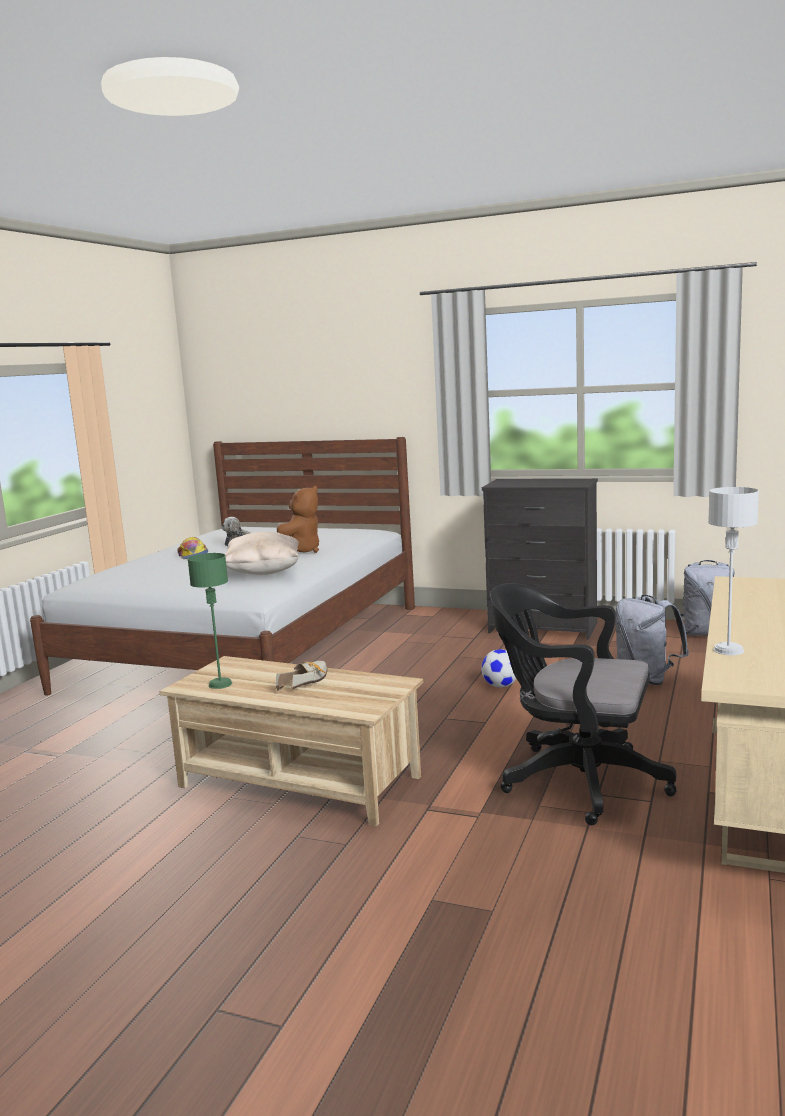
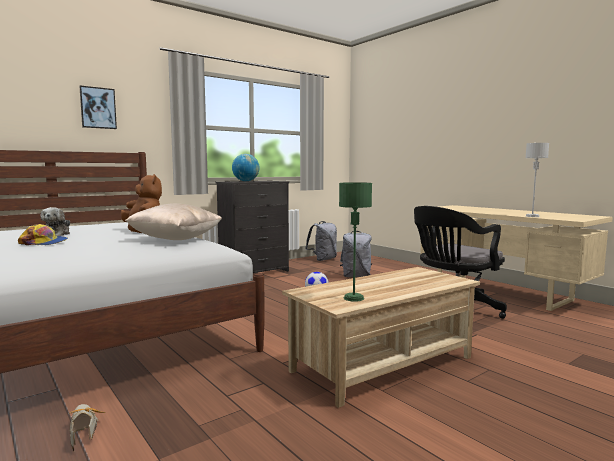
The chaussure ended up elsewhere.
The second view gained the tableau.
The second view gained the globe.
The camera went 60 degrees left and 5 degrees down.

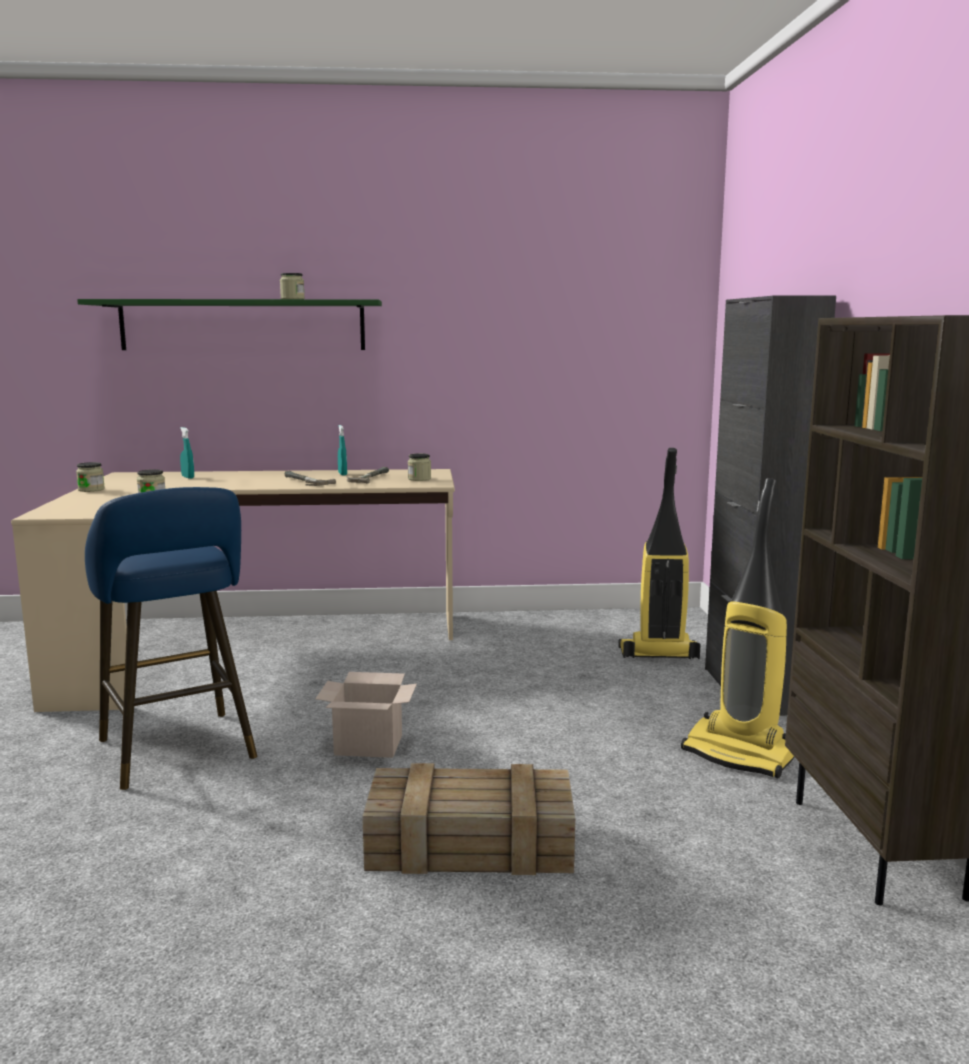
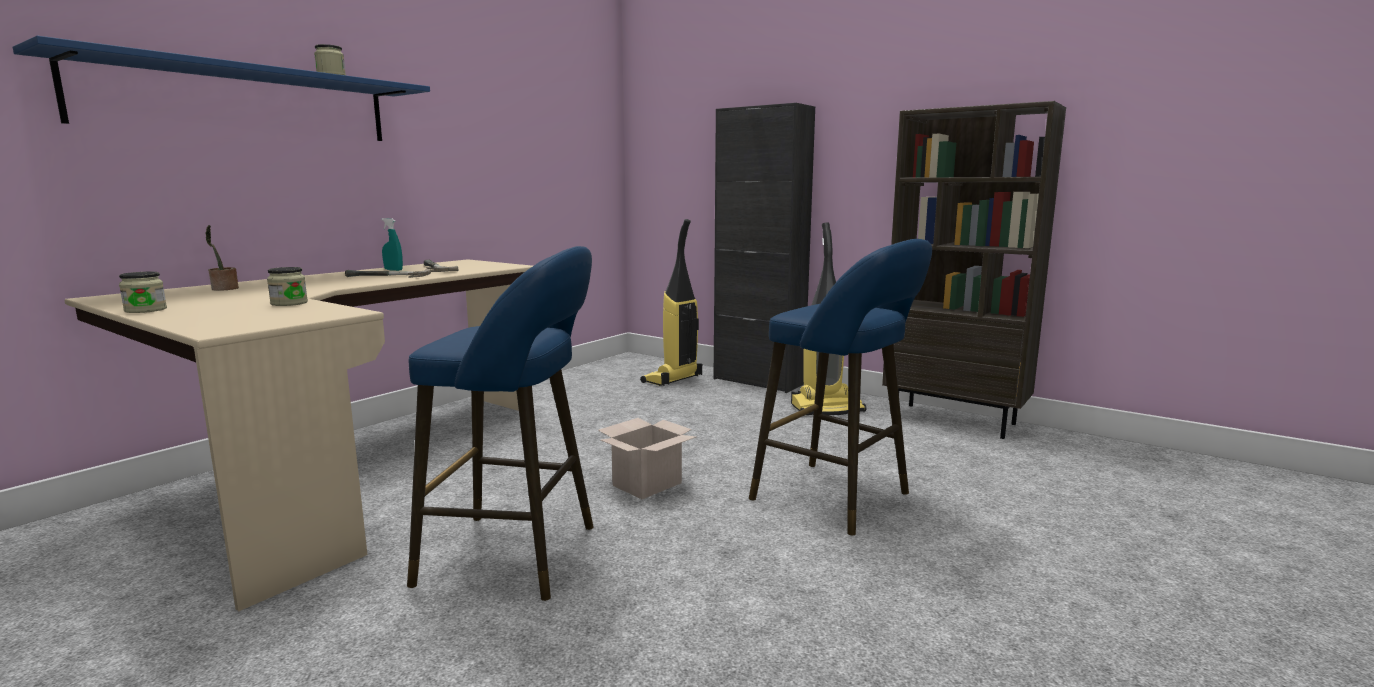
What was the étagère [vert] turned into the étagère [bleu].
Where the vaporisateur [turquoise] (no. 1 from left) stood, the plante en pot came to stand.
Where the caisse stood, the tabouret [bleu] (no. 2 from left) came to stand.
The second view lost the bocal (no. 4 from left).
The camera went 50 degrees left and 0 degrees up.

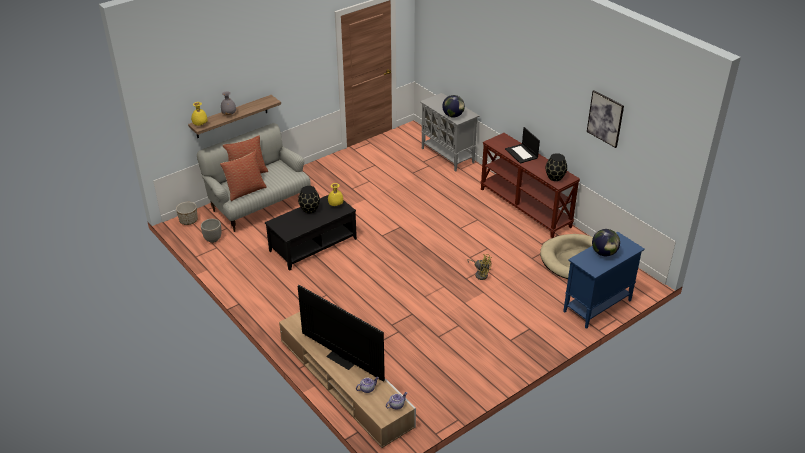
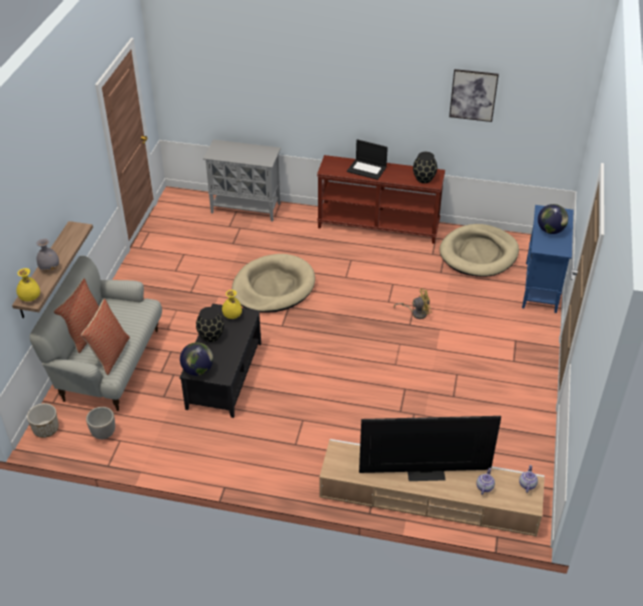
The globe (no. 1 from left) ended up elsewhere.
The second view gained the panier pour chien [beige] (no. 1 from left).
The camera went 40 degrees left and 5 degrees up.

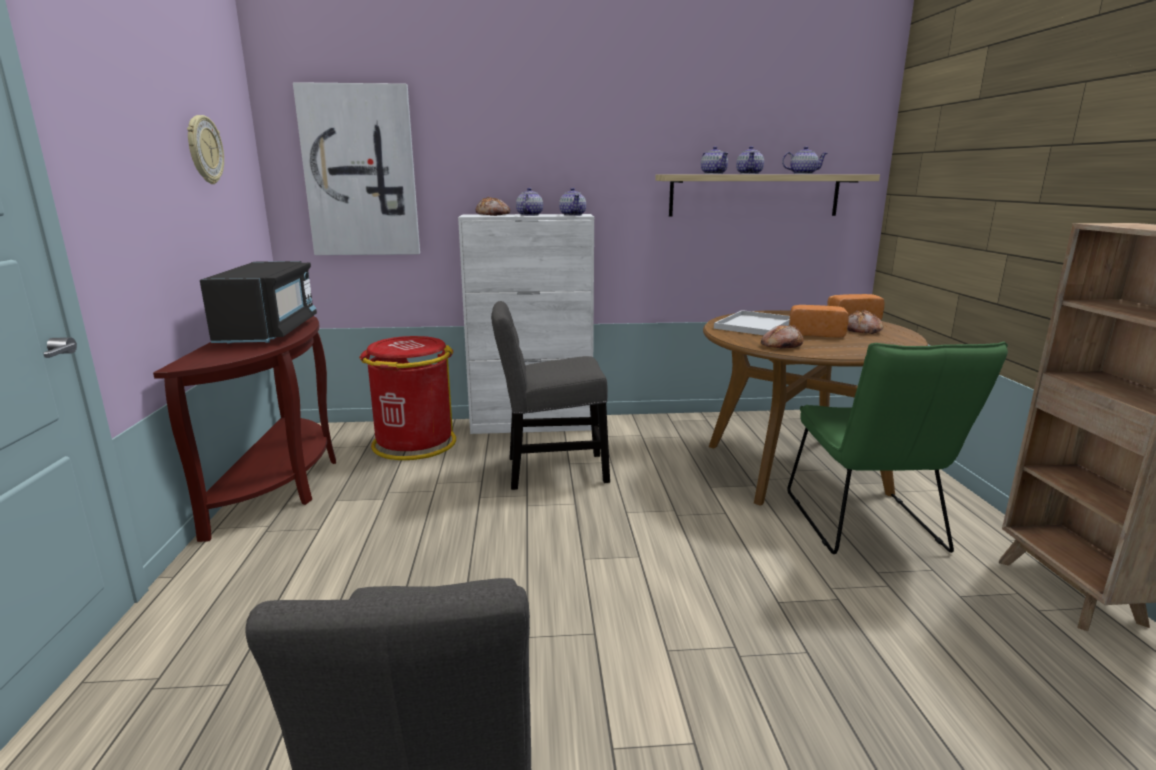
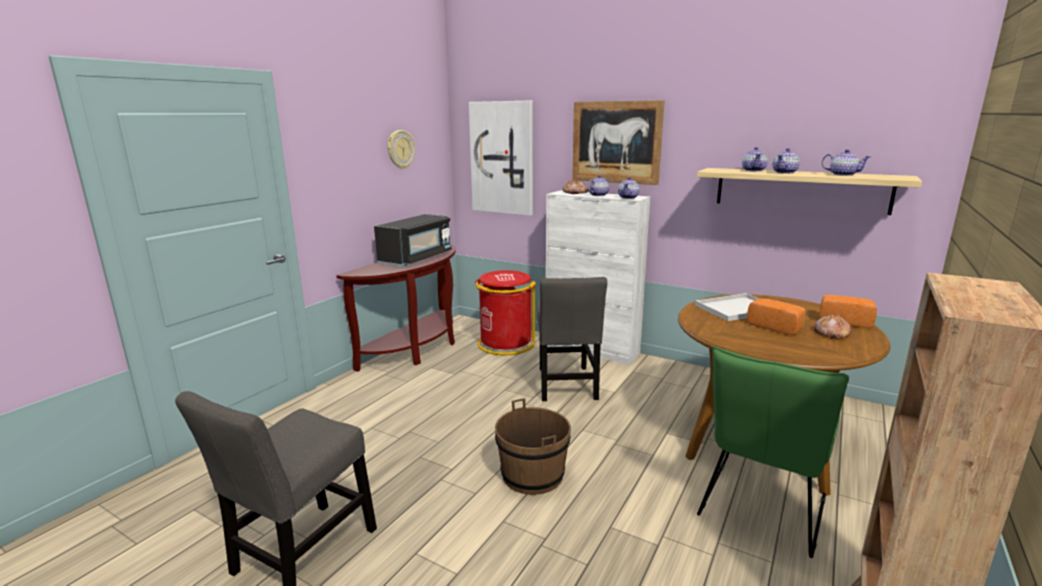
The chaise [gris] (no. 2 from left) ended up facing another way, 120 degrees counterclockwise from before.
The second view lost the pain (no. 2 from left).
The second view gained the seau [marron].
The second view gained the tableau (no. 2 from left).
The camera went 35 degrees right and 0 degrees up.

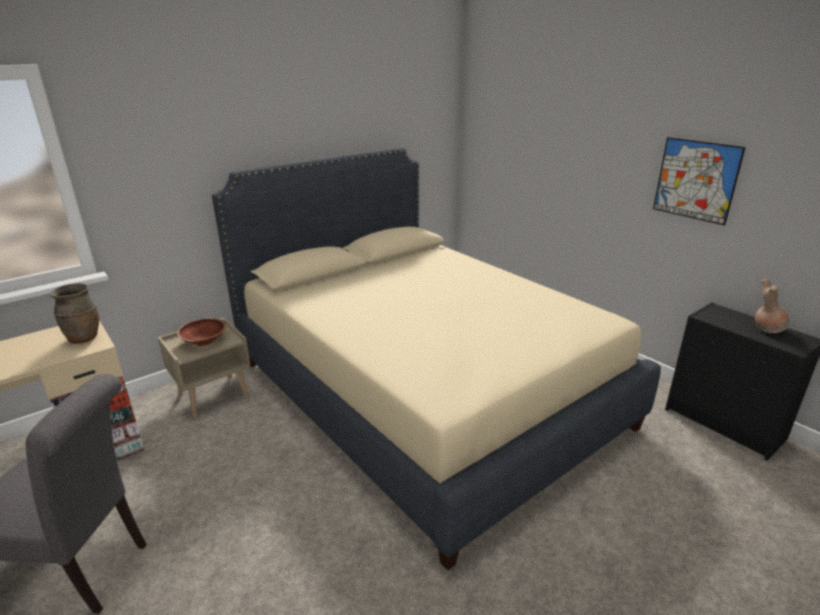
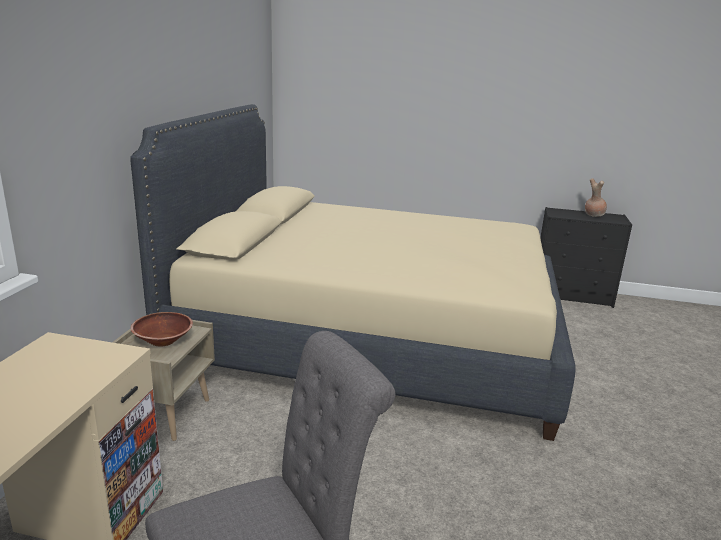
The second view lost the vase [marron] (no. 1 from left).
The second view lost the tableau.
The camera went 40 degrees left and 5 degrees down.

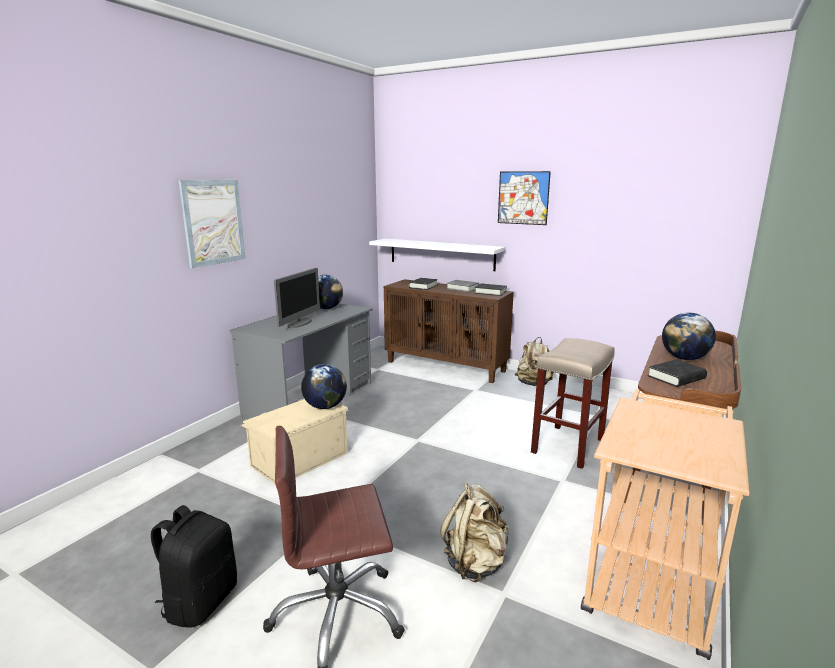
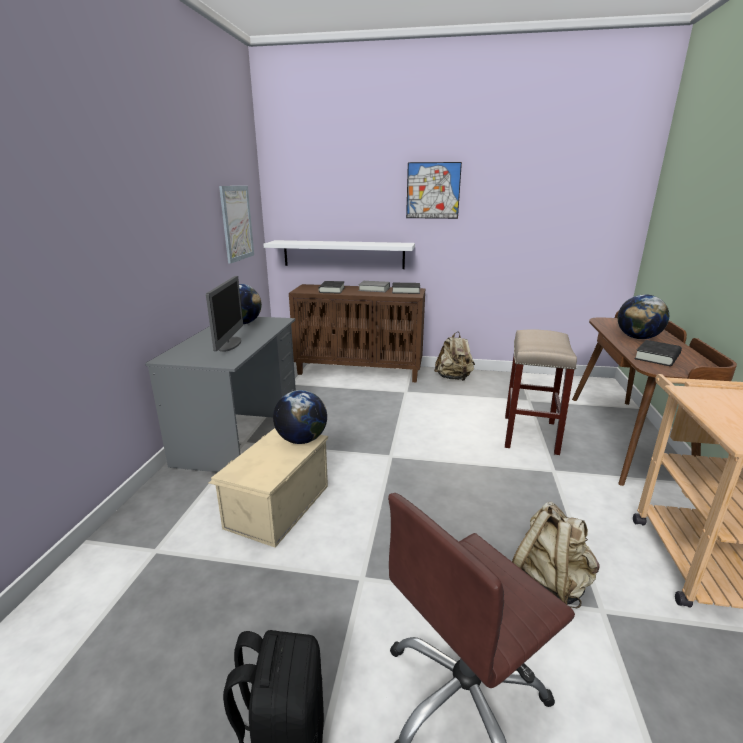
The tableau (no. 1 from left) ended up elsewhere.
The camera went 20 degrees left and 5 degrees up.

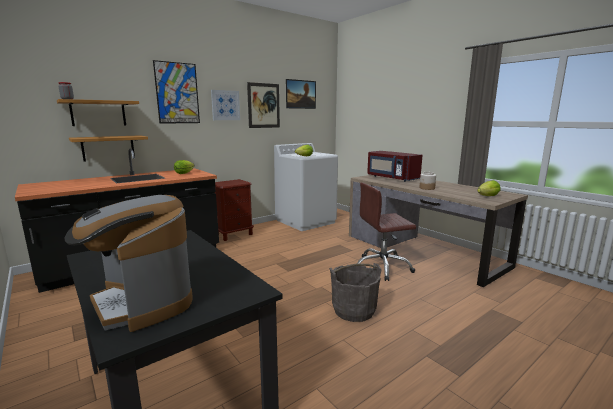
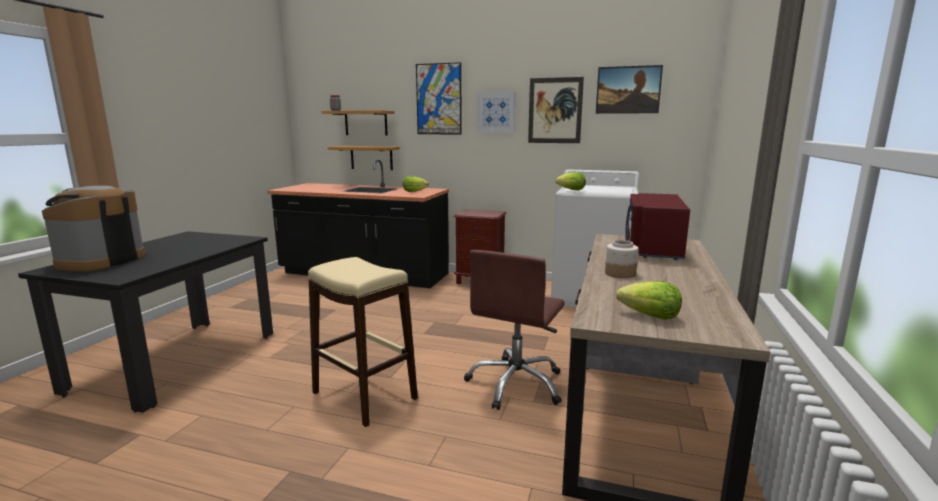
Where the seau [gris] stood, the tabouret [beige] came to stand.
The chaise de bureau [marron] ended up facing another way, 105 degrees counterclockwise from before.
The camera went 55 degrees right and 0 degrees up.

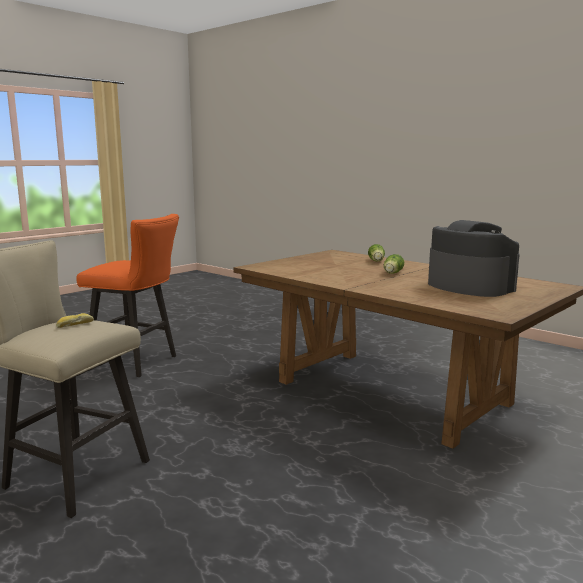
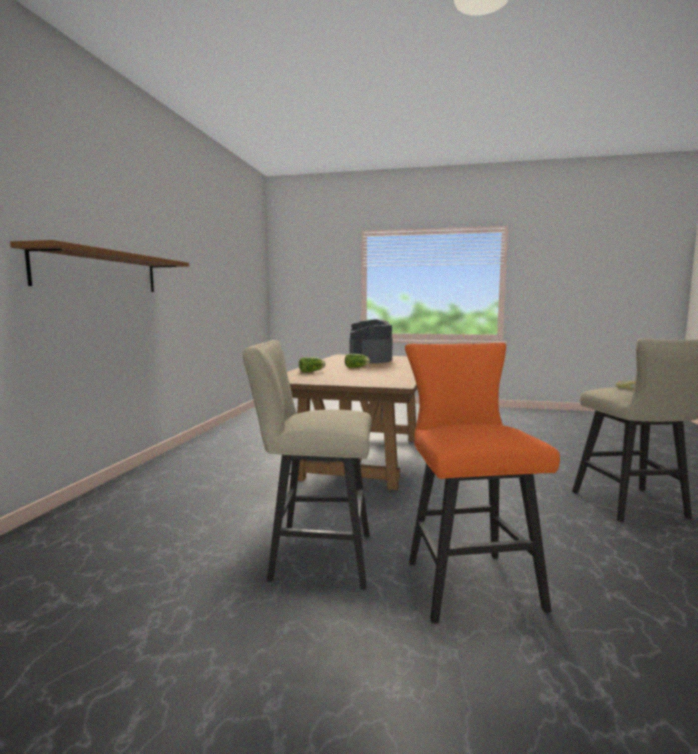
The second view gained the étagère [marron].
The second view gained the tabouret [beige] (no. 1 from left).
The camera went 120 degrees left and 5 degrees down.

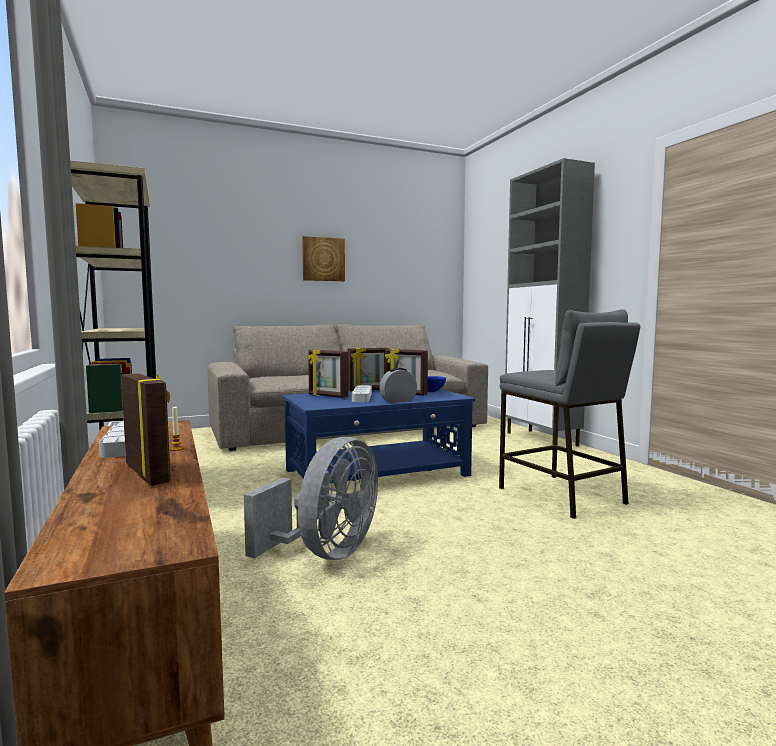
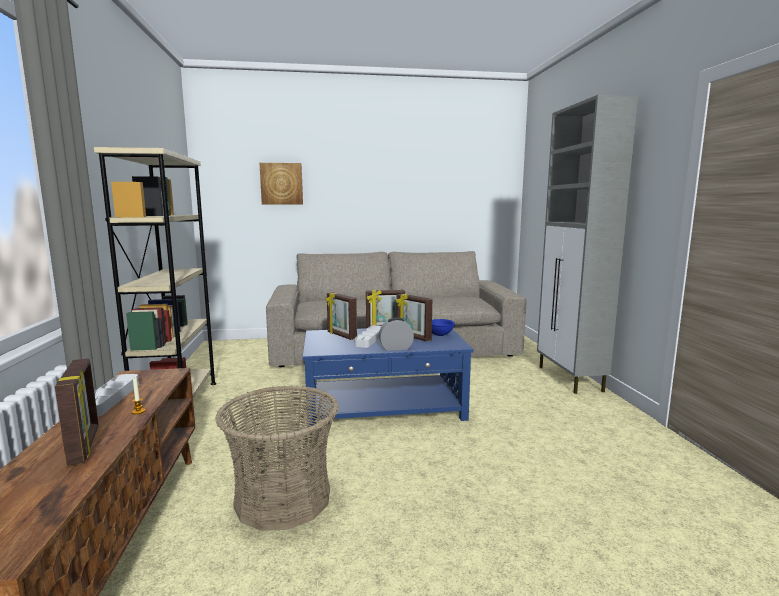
Where the ventilateur [gris] stood, the panier came to stand.
The tableau ended up elsewhere.
The second view lost the tabouret [gris].
The camera went 15 degrees right and 5 degrees up.

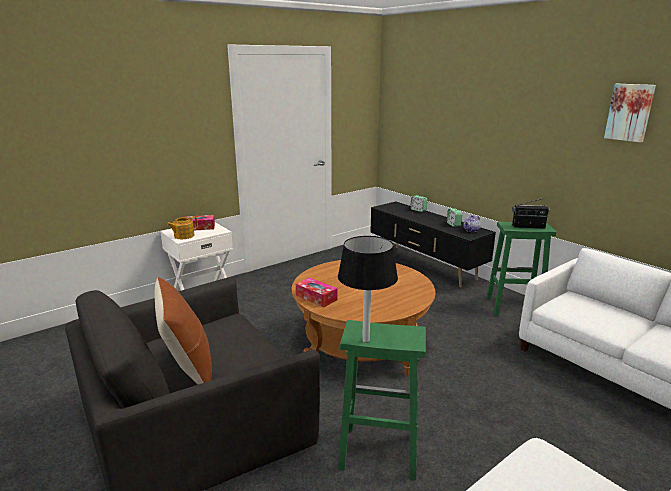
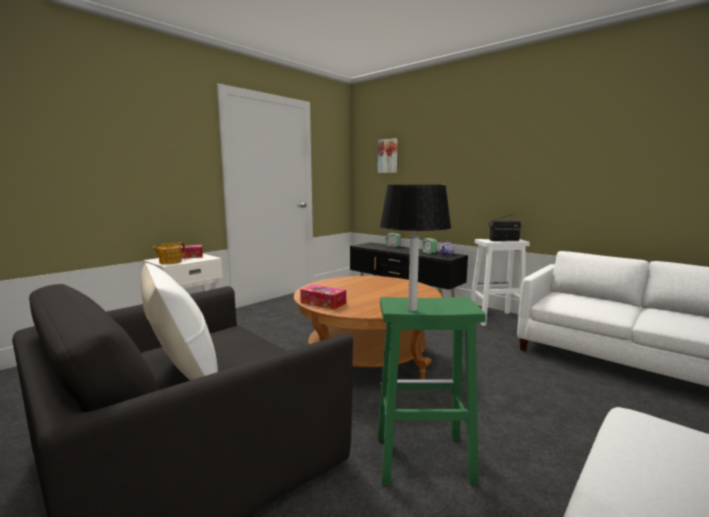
What was the coussin [marron] turned into the coussin [blanc].
What was the tabouret [vert] (no. 2 from left) turned into the tabouret [blanc].
The tableau ended up elsewhere.
The camera went 10 degrees left and 10 degrees down.

